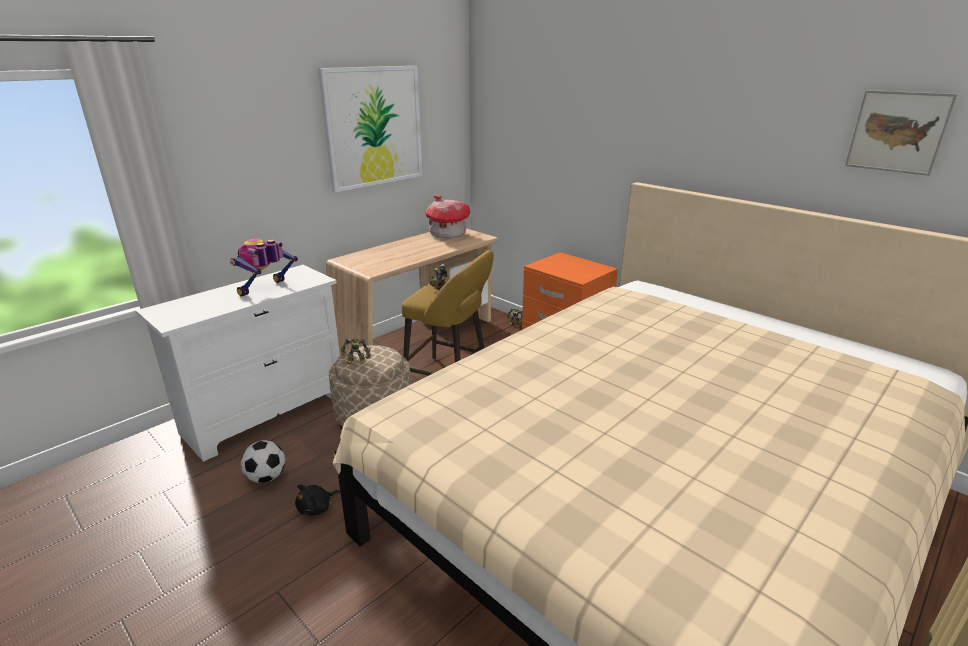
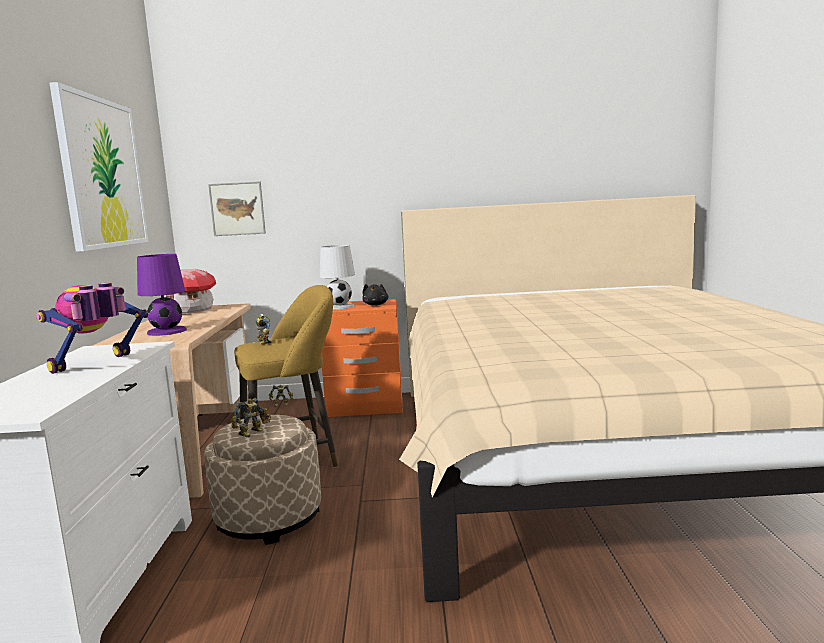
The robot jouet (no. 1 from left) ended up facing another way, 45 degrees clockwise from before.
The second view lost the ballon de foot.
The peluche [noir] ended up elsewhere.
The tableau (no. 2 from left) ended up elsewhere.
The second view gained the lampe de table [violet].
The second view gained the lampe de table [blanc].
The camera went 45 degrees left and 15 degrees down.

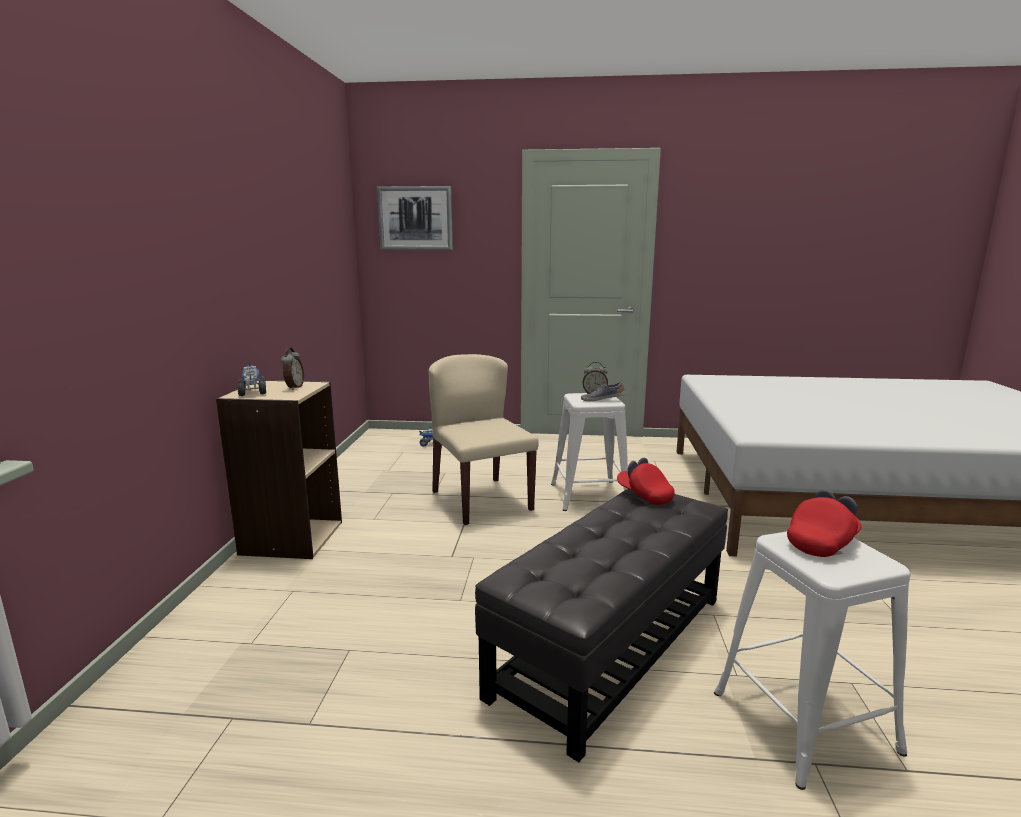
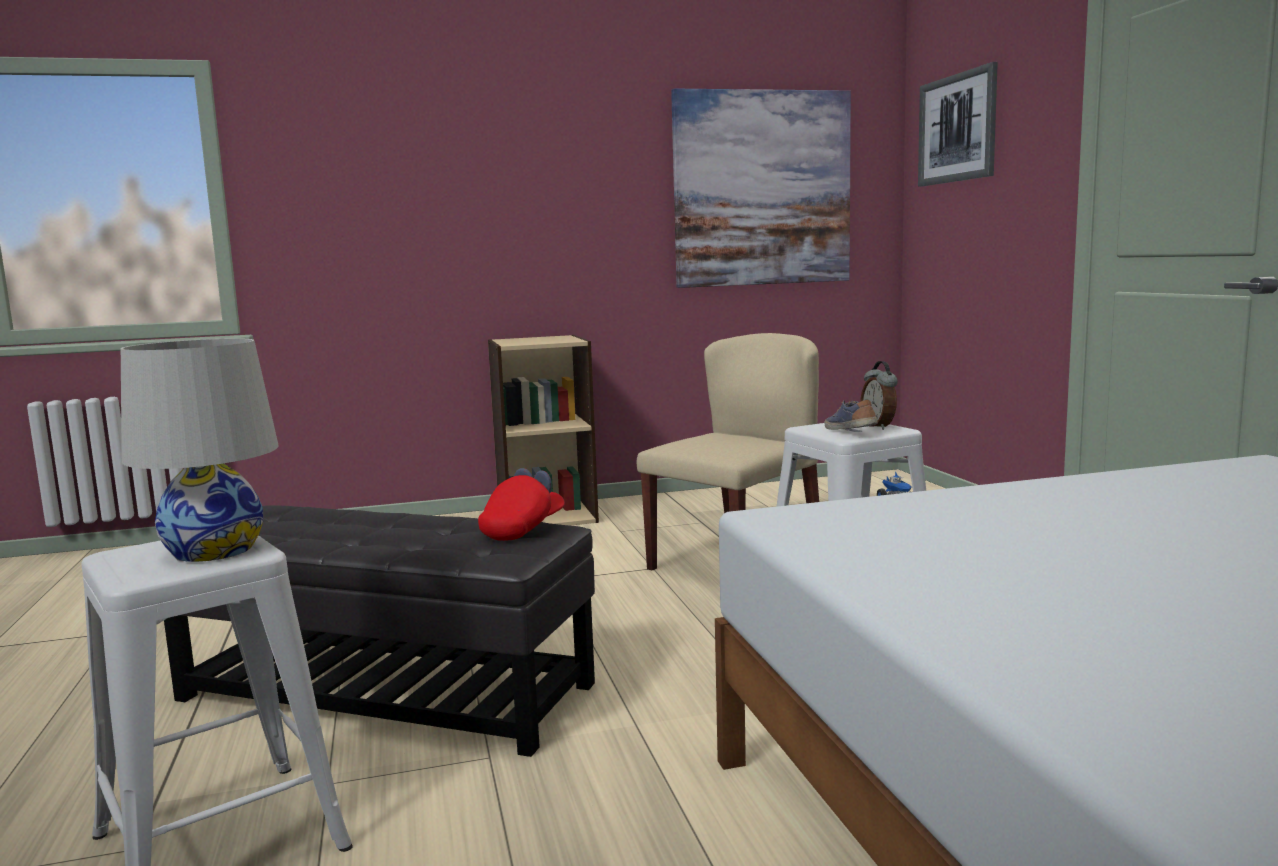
The second view lost the camion jouet (no. 1 from left).
The second view lost the réveil (no. 1 from left).
Where the casquette [rouge] (no. 2 from left) stood, the lampe de table [blanc] came to stand.
The second view gained the tableau (no. 1 from left).
The camera went 70 degrees right and 5 degrees down.

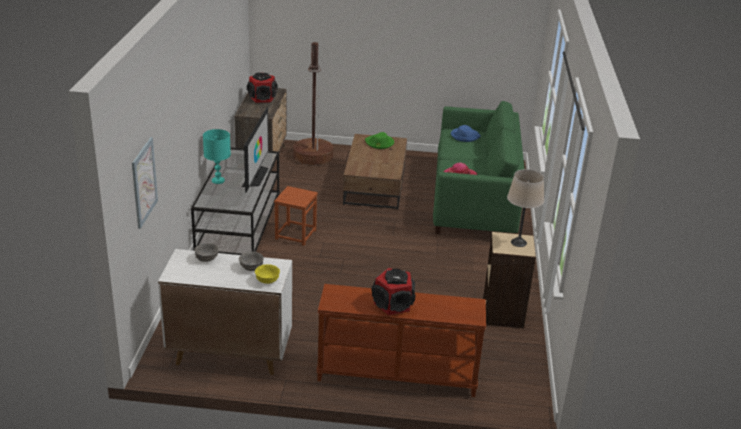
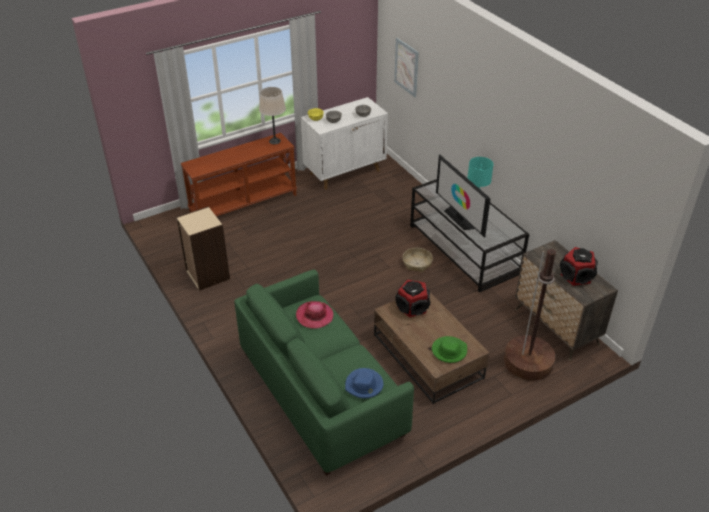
Where the tabouret [marron] stood, the panier came to stand.
The enceinte (no. 2 from left in the first image) ended up elsewhere.
The lampe de table [beige] ended up elsewhere.
The camera went 145 degrees right and 10 degrees up.

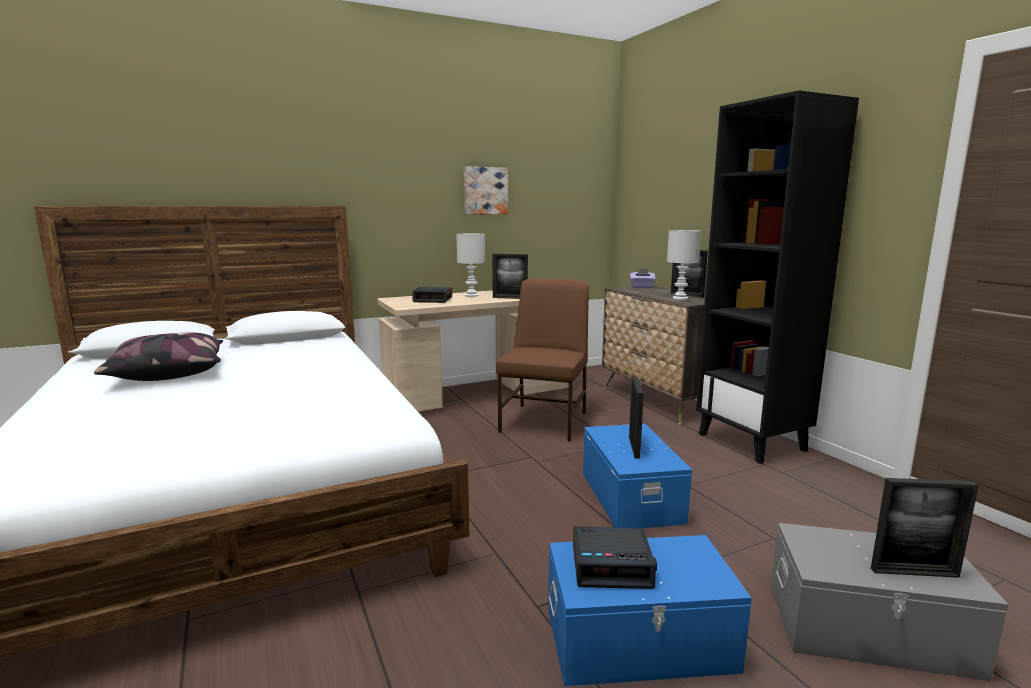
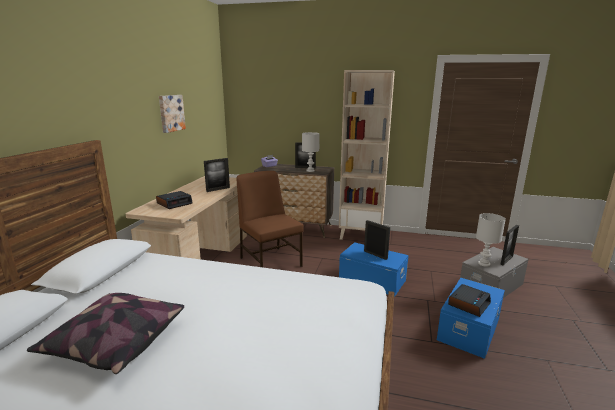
The lampe de table [blanc] (no. 1 from left in the first image) ended up elsewhere.
What was the bibliothèque [noir] turned into the bibliothèque [beige].
The camera went 50 degrees left and 5 degrees up.

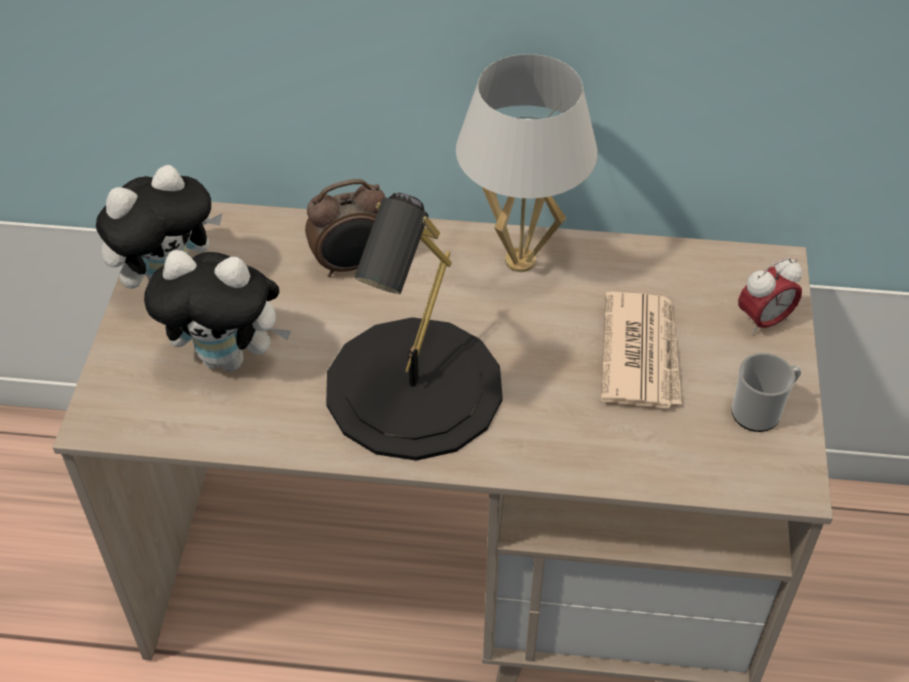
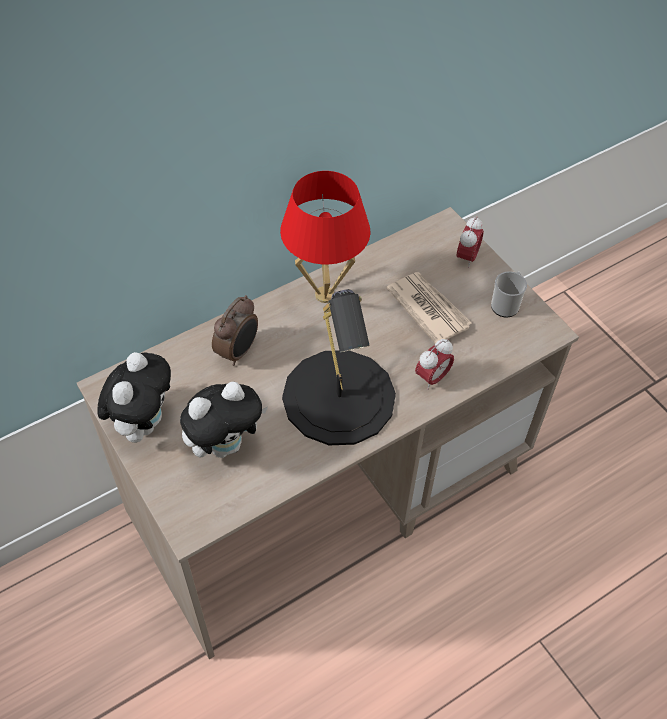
What was the lampe de table [blanc] turned into the lampe de table [rouge].
The second view gained the réveil (no. 2 from left).
The camera went 40 degrees left and 5 degrees up.

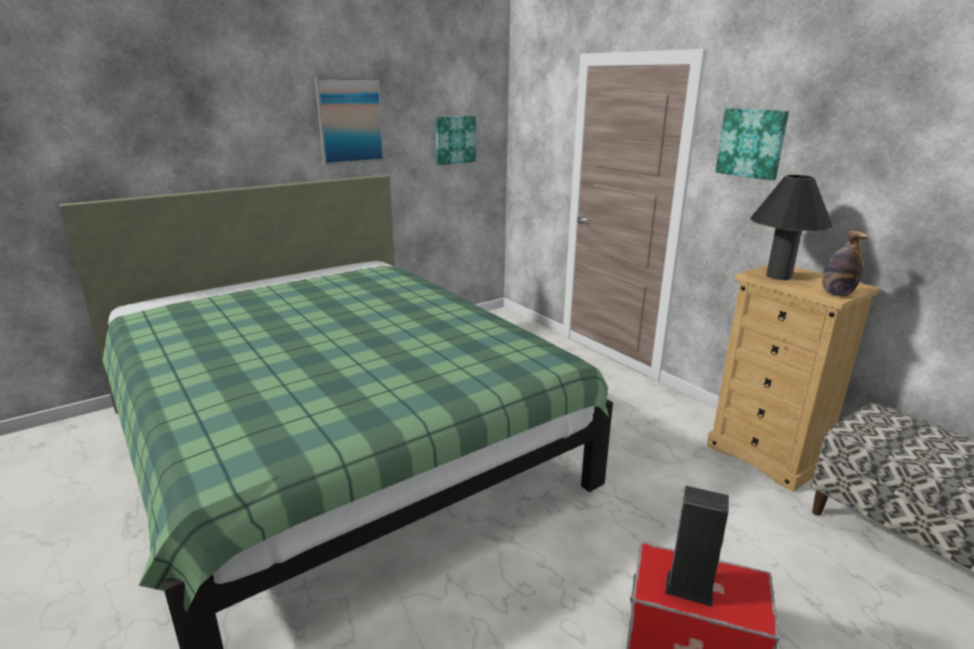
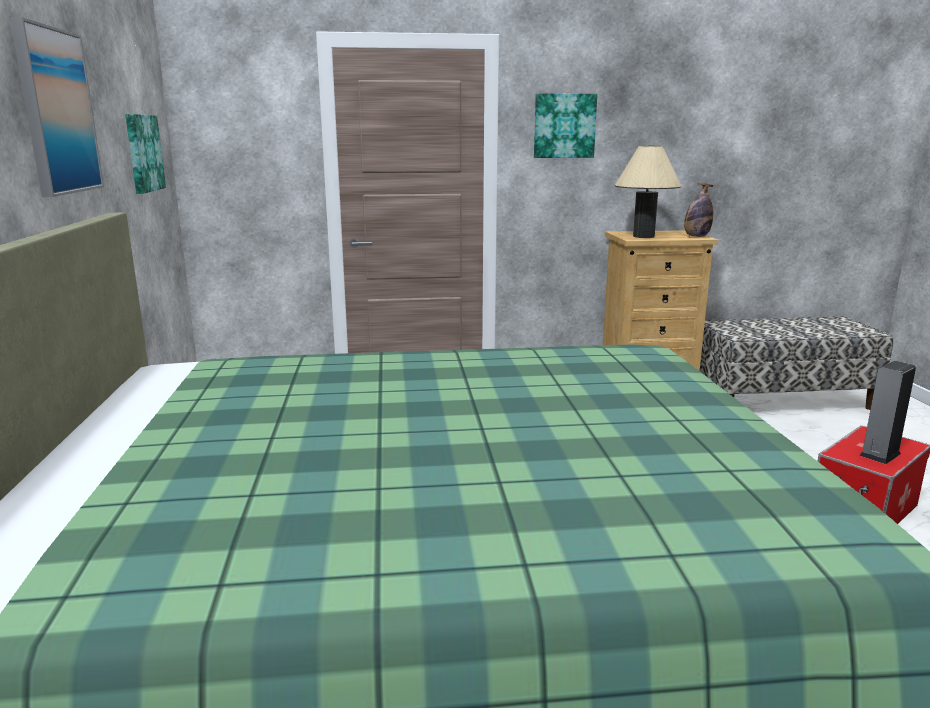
What was the lampe de table [noir] turned into the lampe de table [beige].
The camera went 60 degrees left and 5 degrees down.

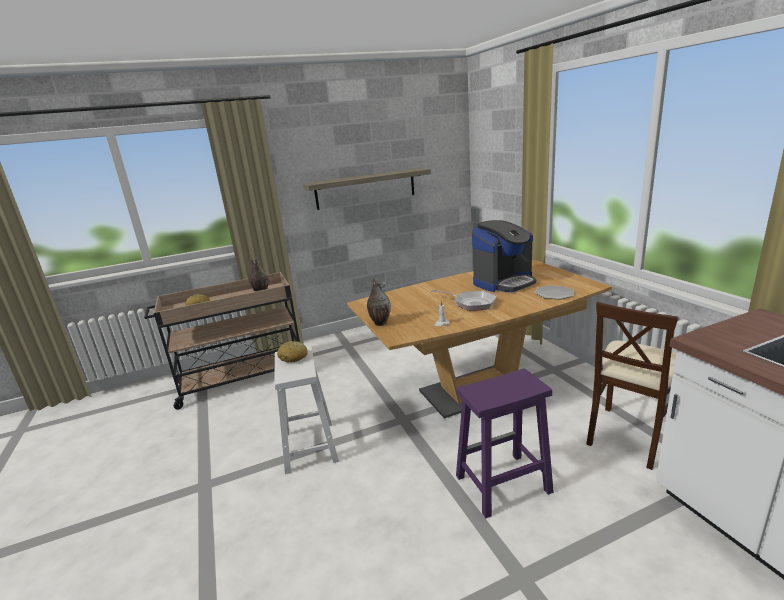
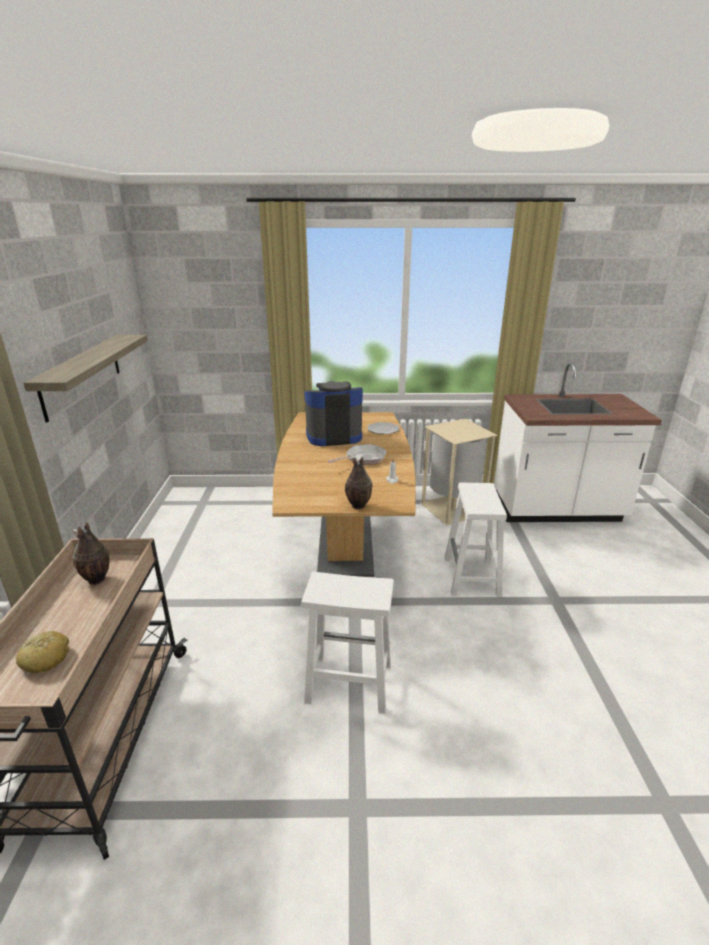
The second view lost the pain (no. 2 from left).
What was the tabouret [violet] turned into the tabouret [blanc] (no. 2 from left).
The machine à café ended up facing another way, 90 degrees counterclockwise from before.
Where the chaise [beige] stood, the poubelle [beige] came to stand.
The camera went 70 degrees left and 5 degrees up.

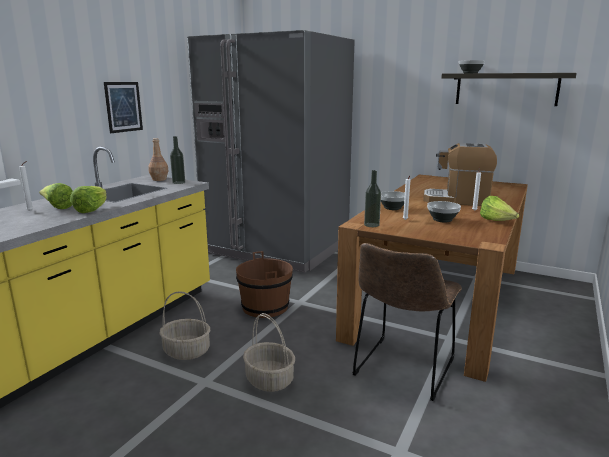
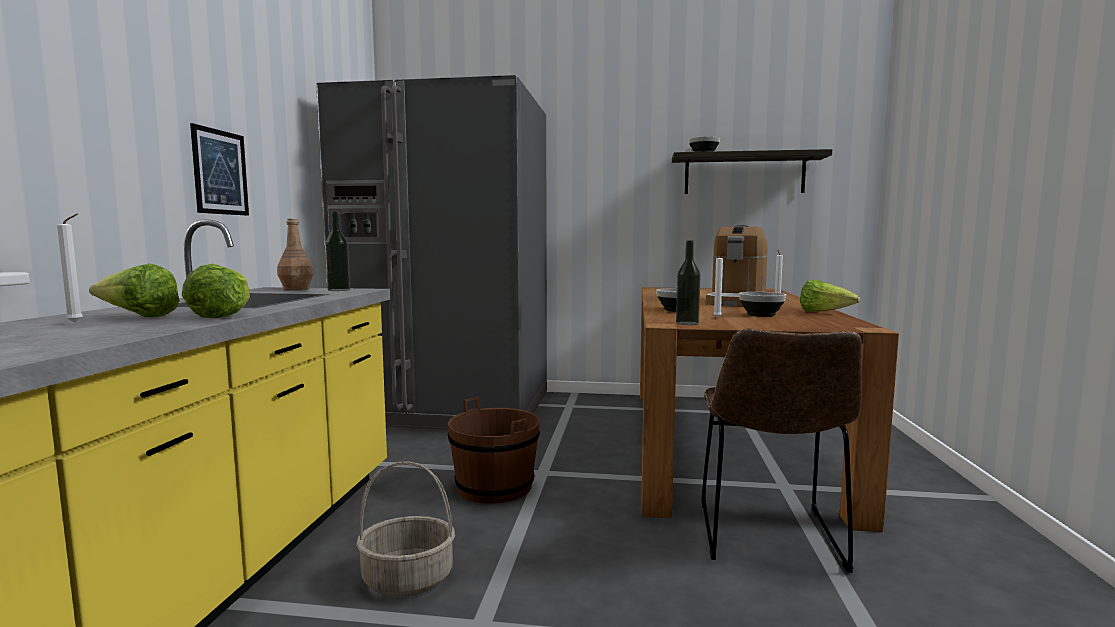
The second view lost the panier (no. 2 from left).
The machine à café ended up facing another way, 60 degrees counterclockwise from before.
The camera went 20 degrees left and 10 degrees down.

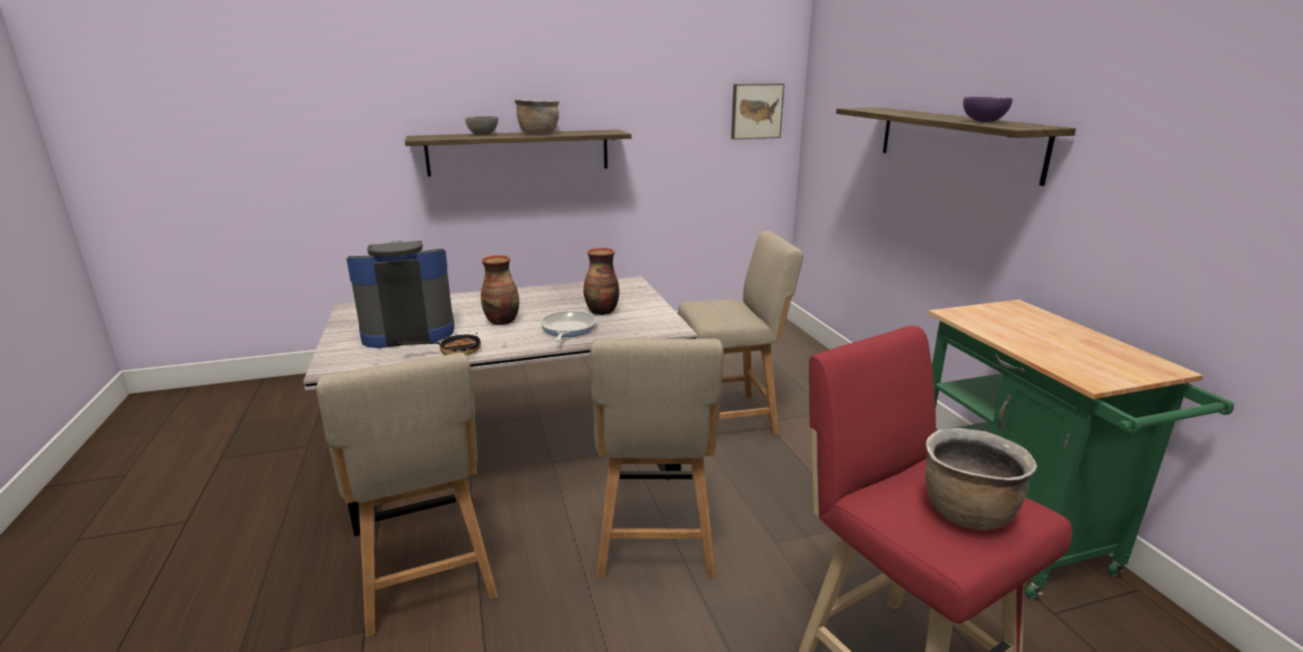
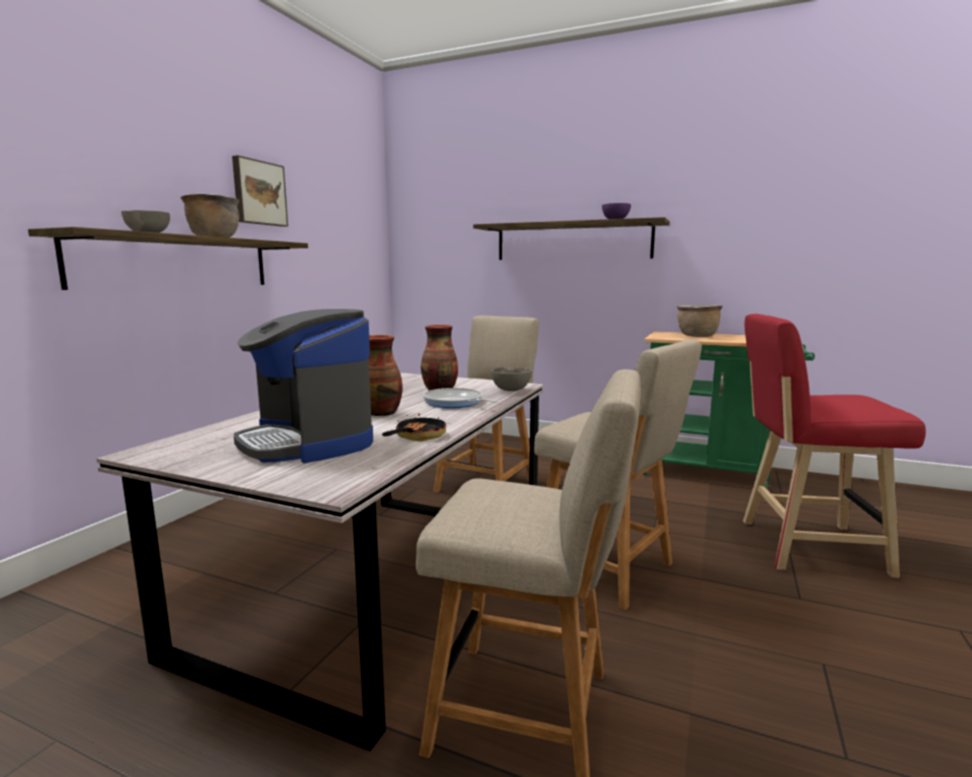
The machine à café ended up facing another way, 60 degrees counterclockwise from before.
The tableau ended up elsewhere.
The marmite [marron] (no. 2 from left) ended up elsewhere.
The second view gained the bol [gris] (no. 2 from left).
The camera went 50 degrees left and 10 degrees down.

